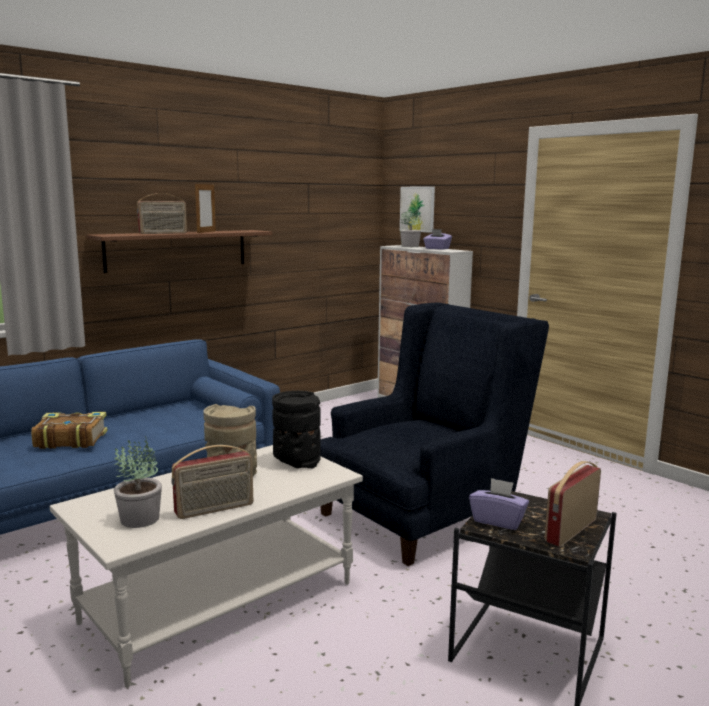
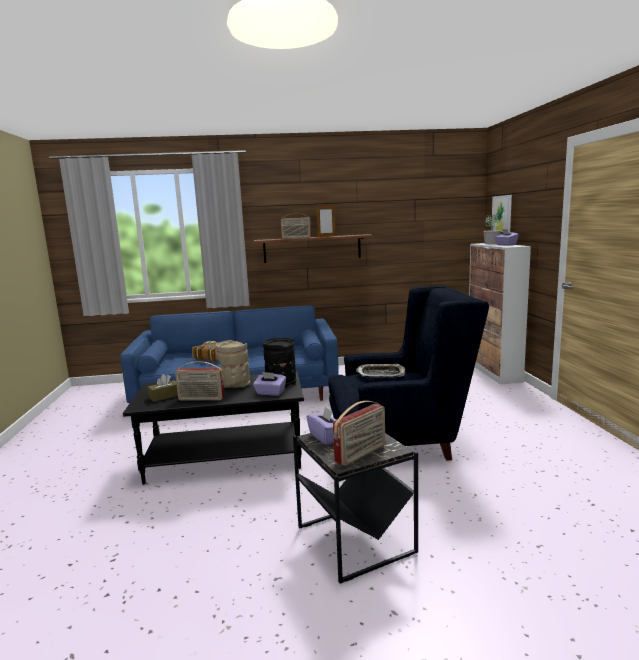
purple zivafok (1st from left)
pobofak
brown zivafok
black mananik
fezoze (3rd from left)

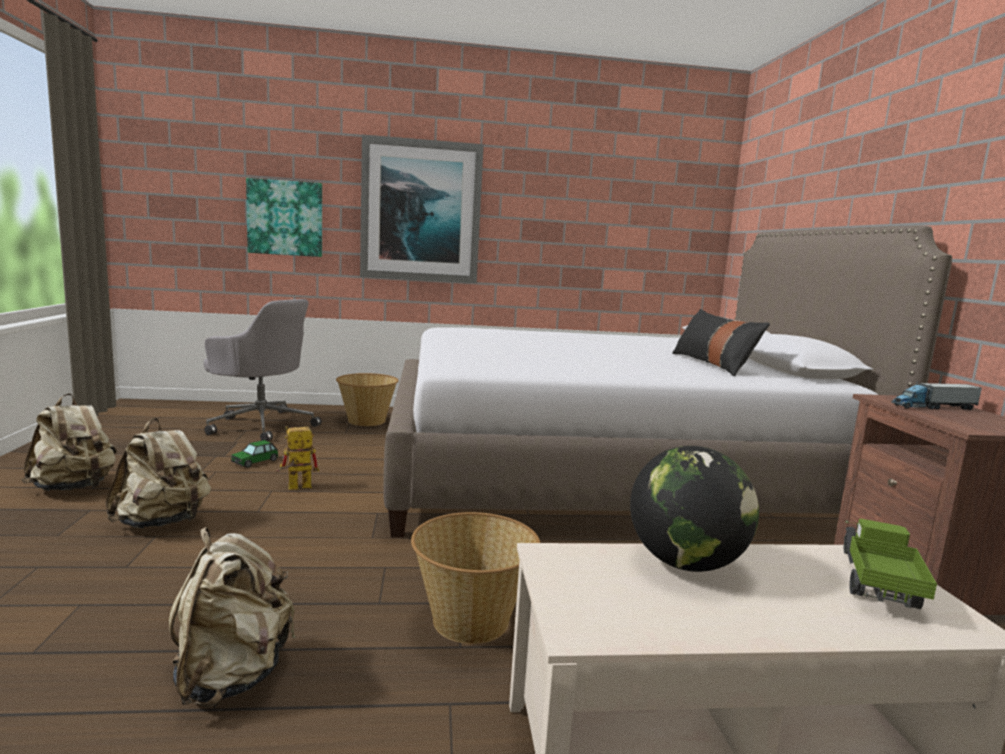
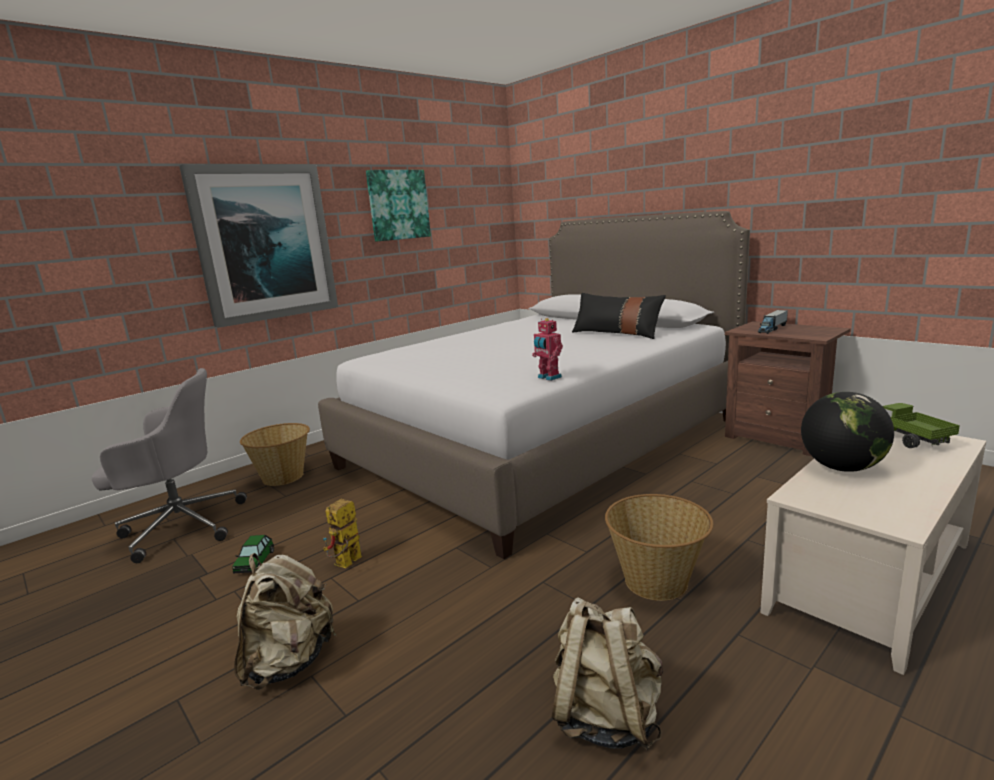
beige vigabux (1st from left in the first image)
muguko (2nd from left)
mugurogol (2nd from left)

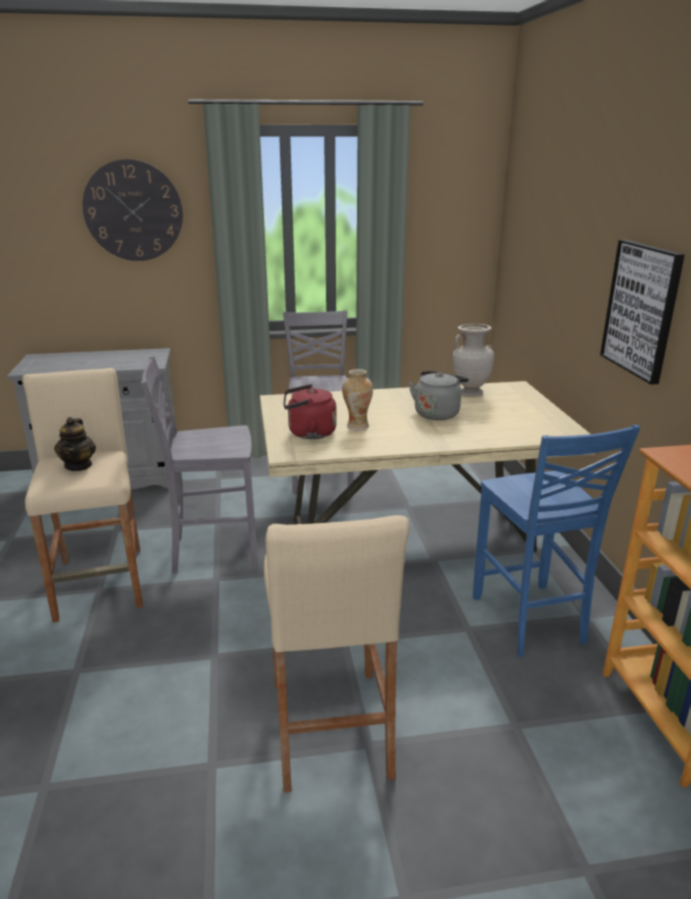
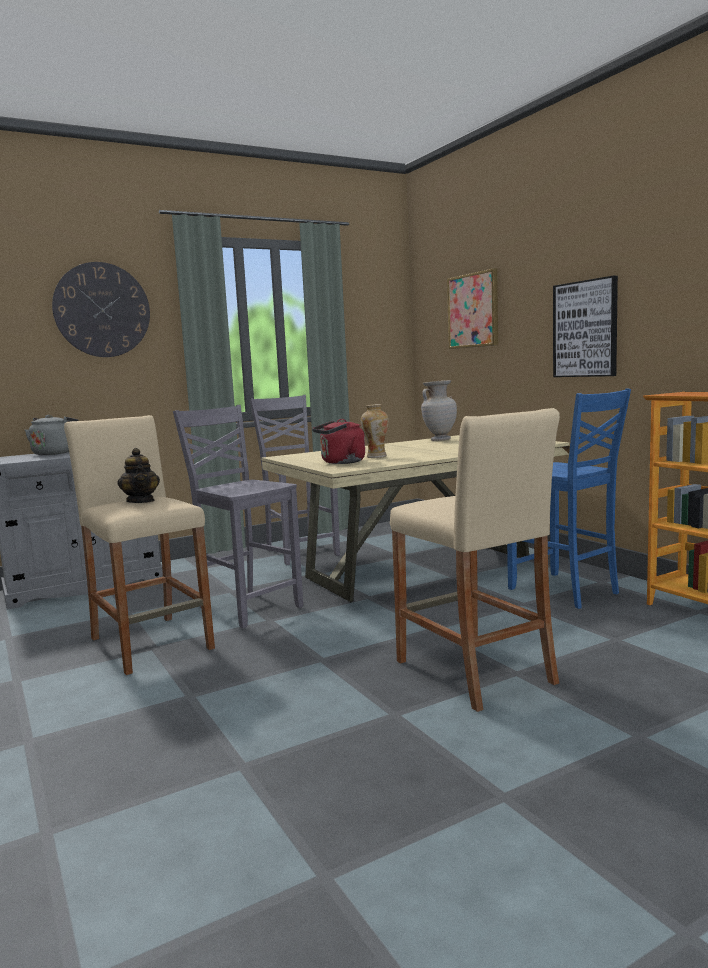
mugurogol (1st from left)
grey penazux
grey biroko (1st from left)

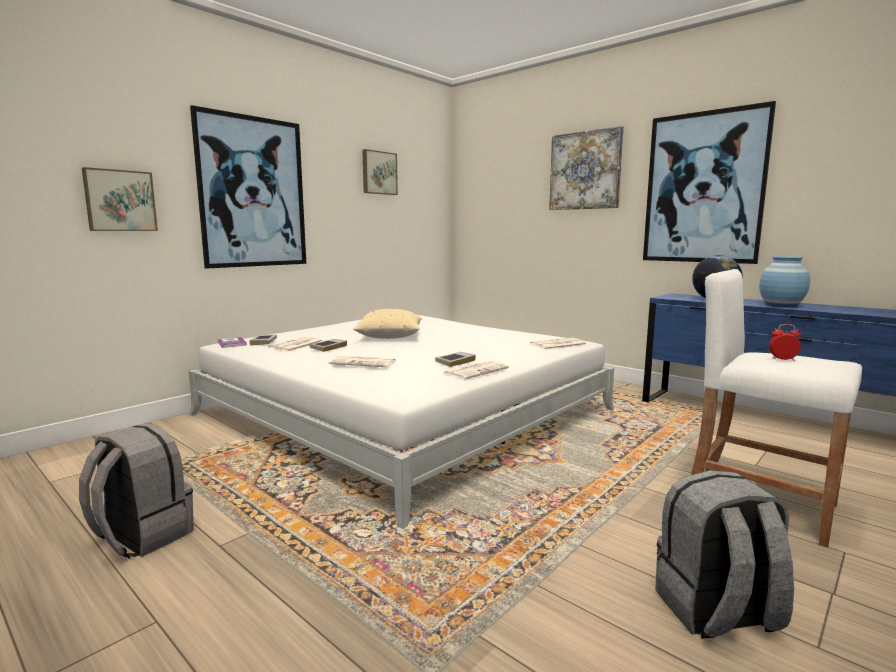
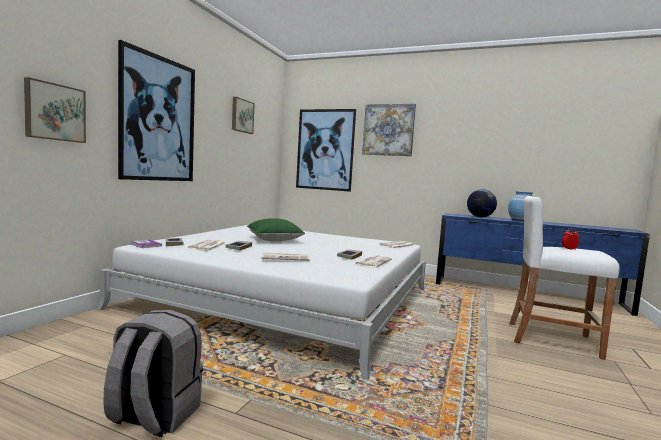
grey vigabux (2nd from left in the first image)
mugurogol (4th from left)
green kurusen

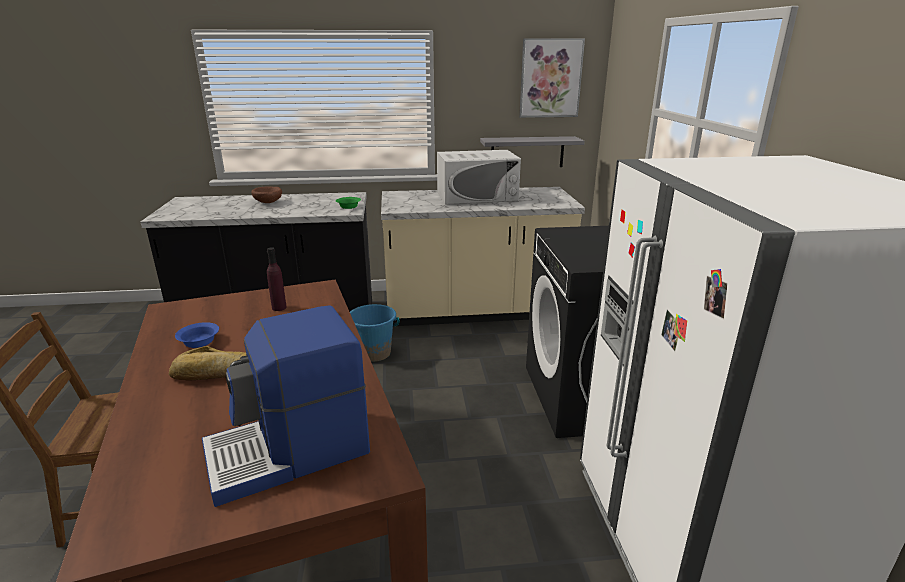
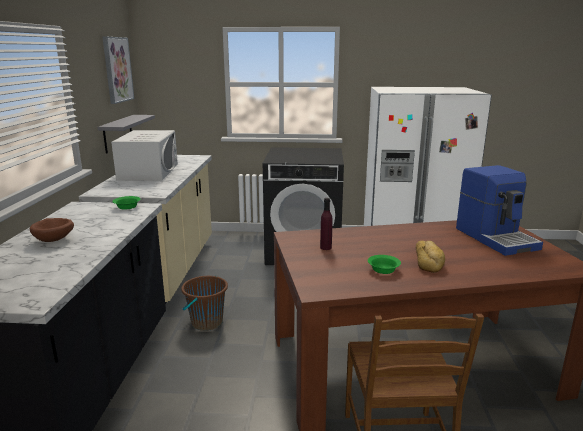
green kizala (2nd from left)
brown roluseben

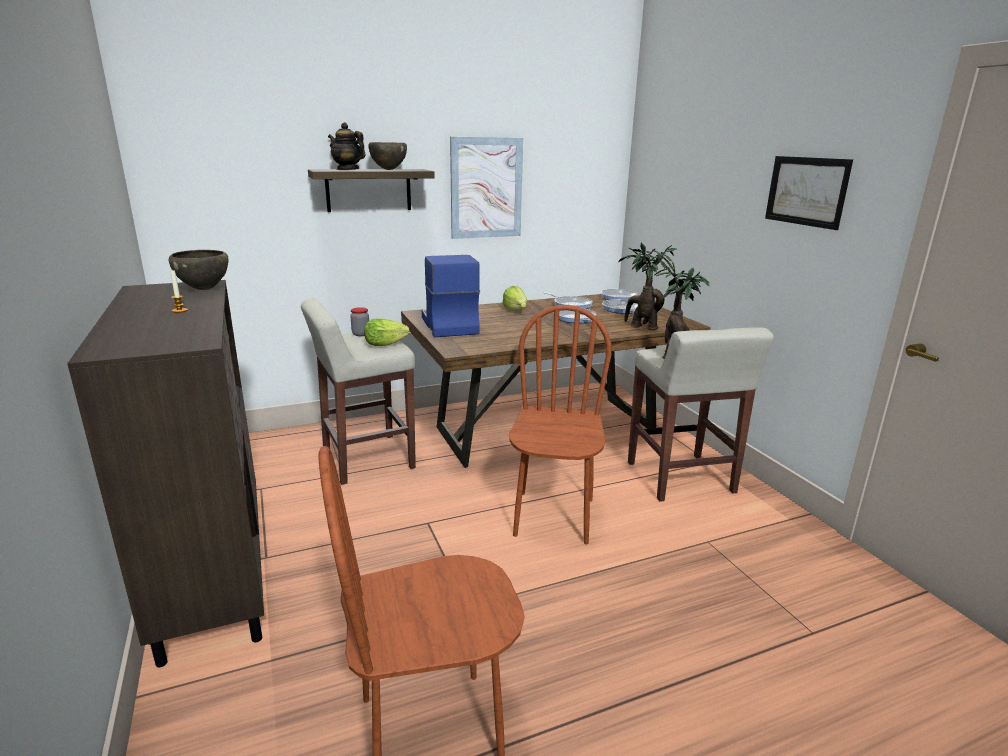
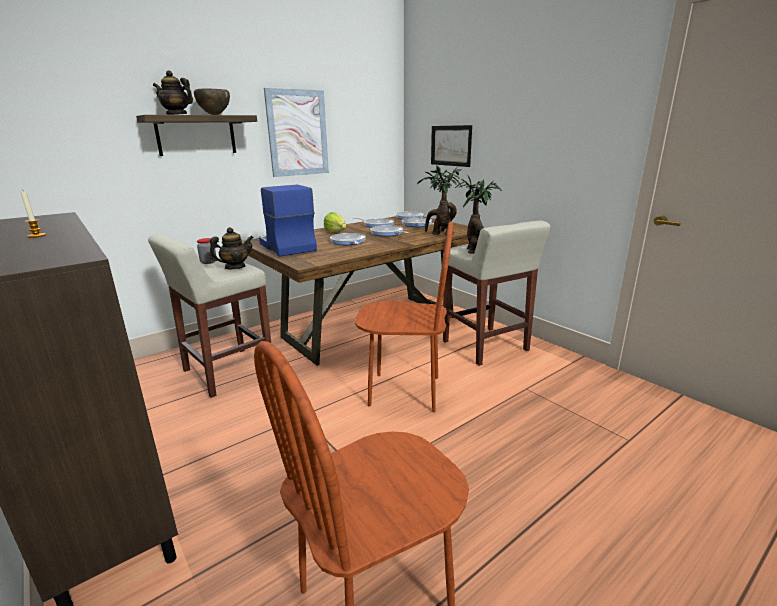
brown kizala (1st from left in the first image)
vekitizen (1st from left)
mugurogol (2nd from left)
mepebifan (2nd from left)
brown biroko (2nd from left)

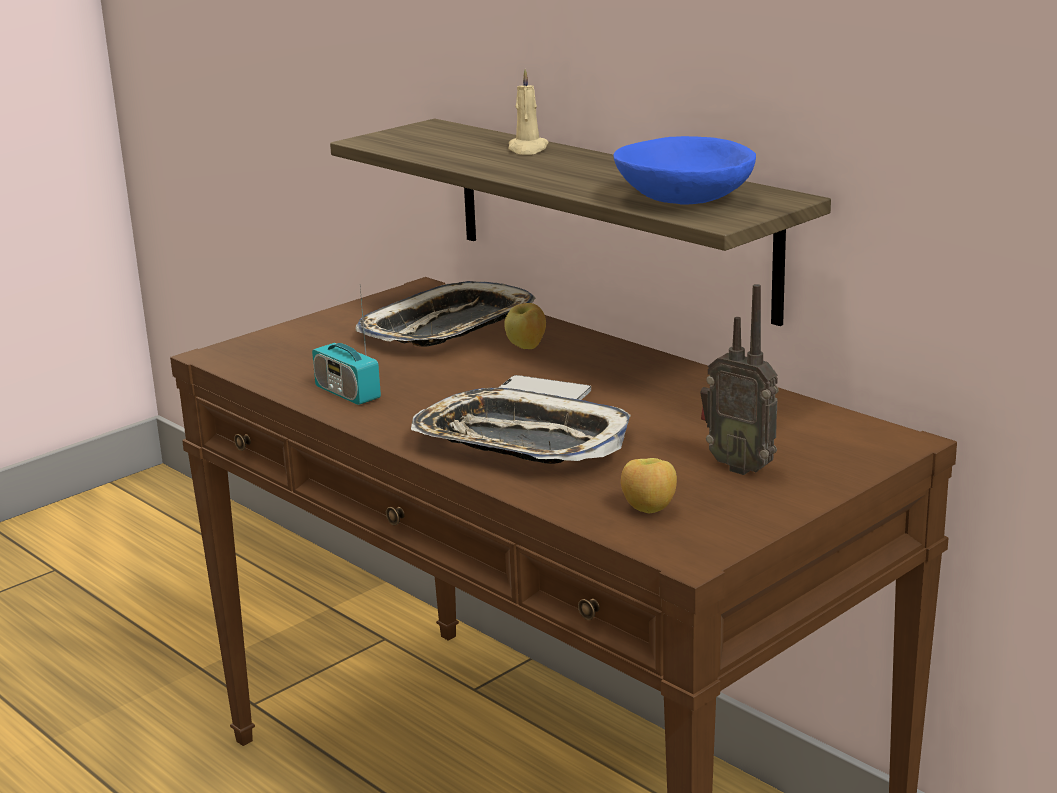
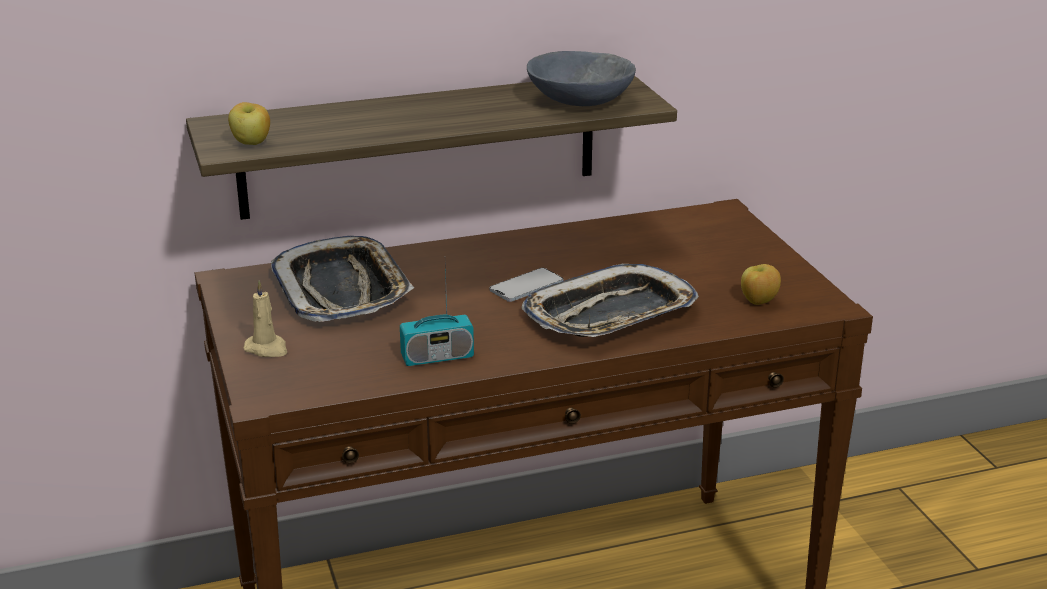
fezoze (2nd from left in the first image)
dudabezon (1st from left)
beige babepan
grey kizala

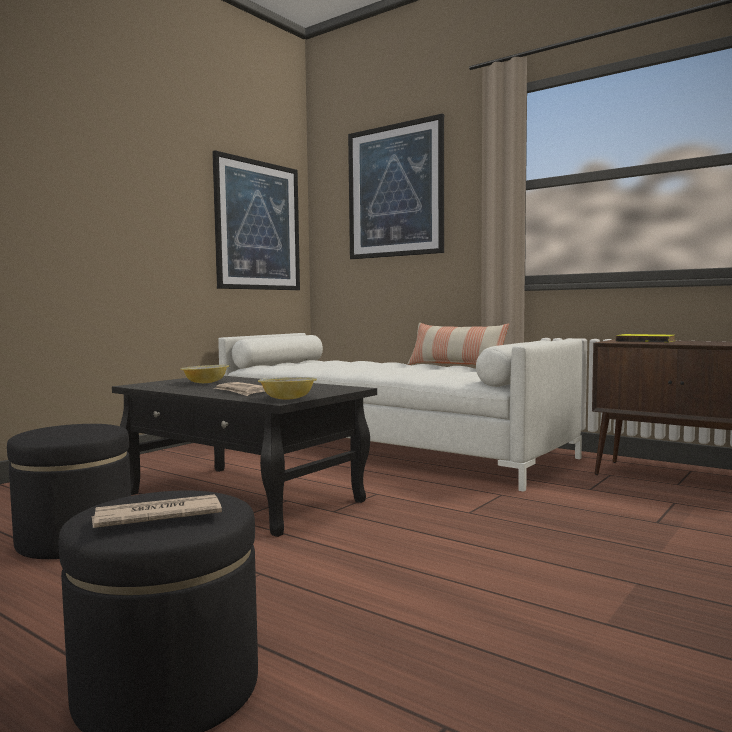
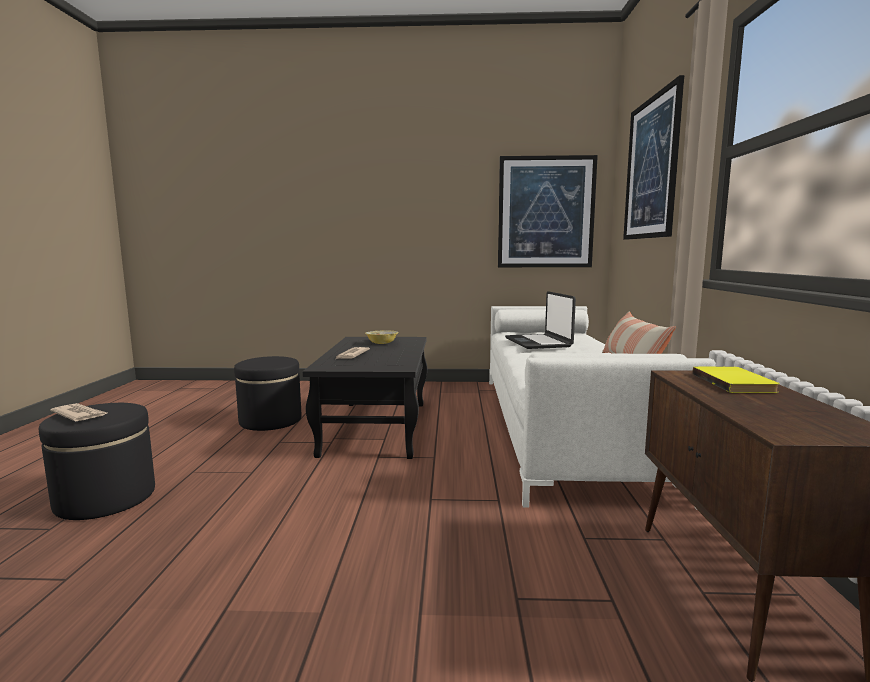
kizala (2nd from left in the first image)
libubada

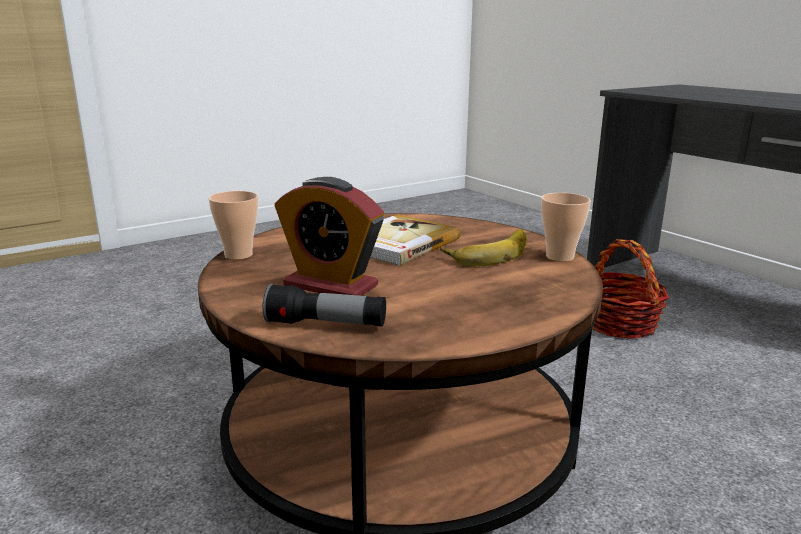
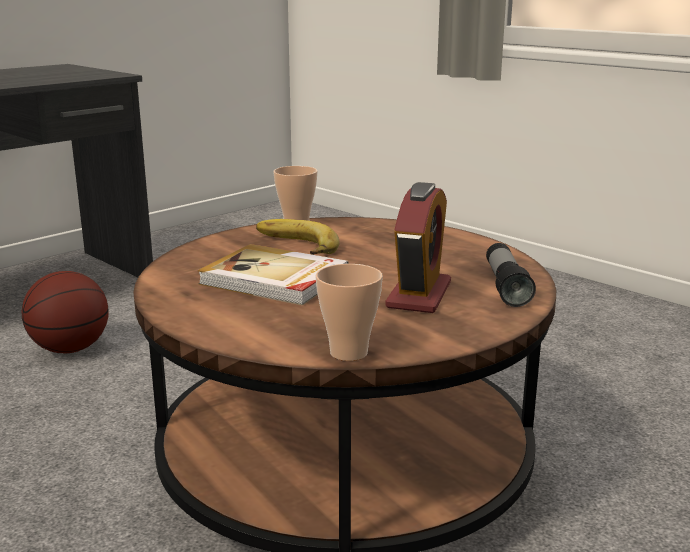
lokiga

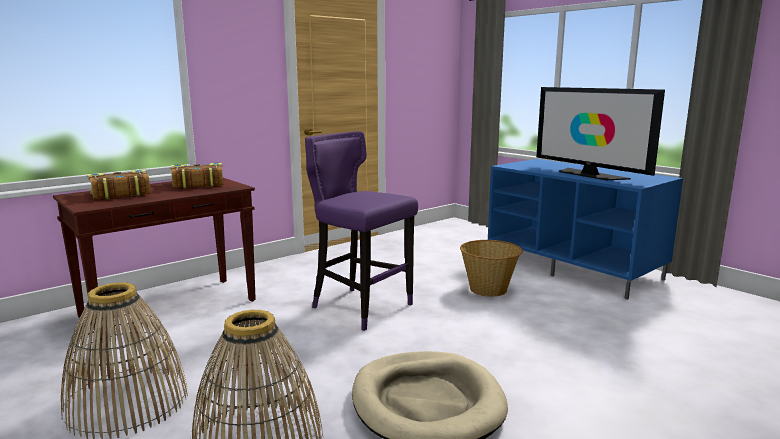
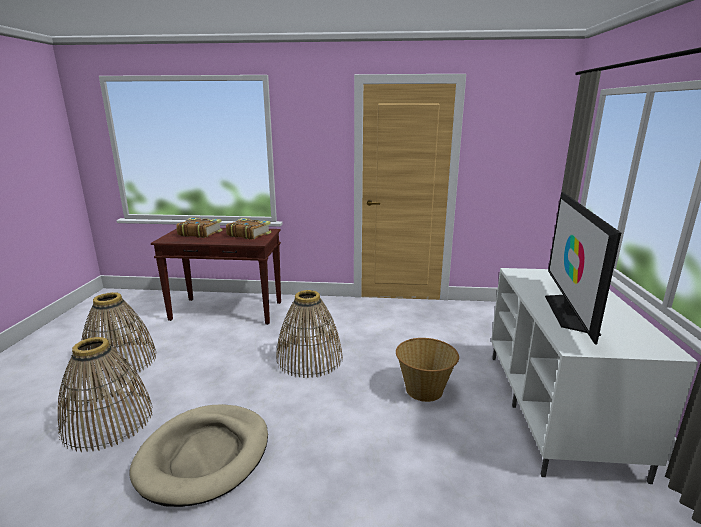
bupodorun (3rd from left)
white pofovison

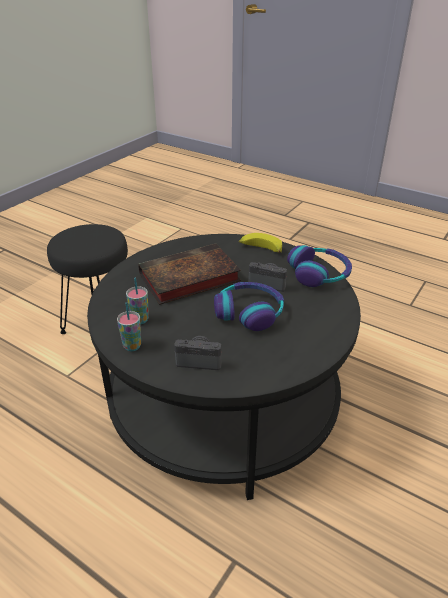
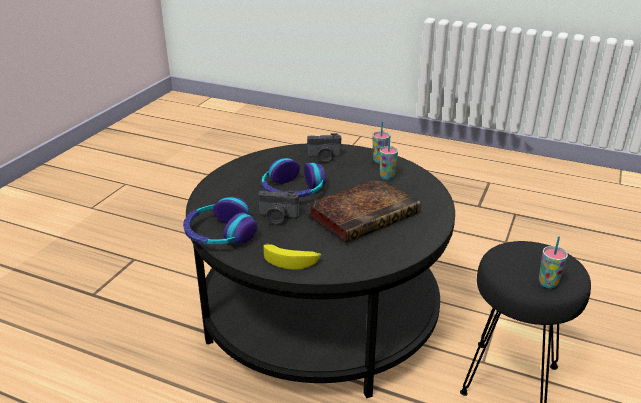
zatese (3rd from left)

